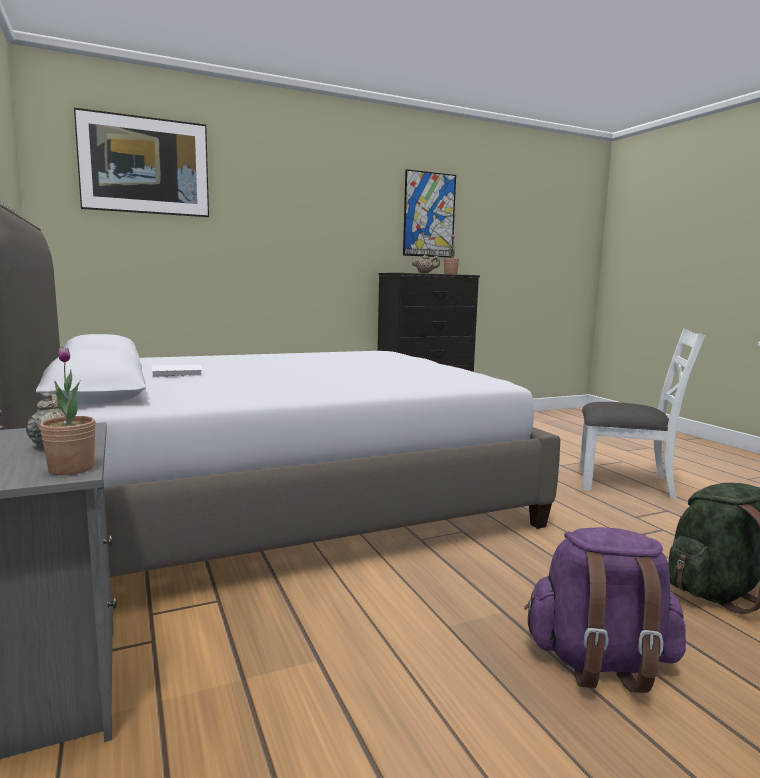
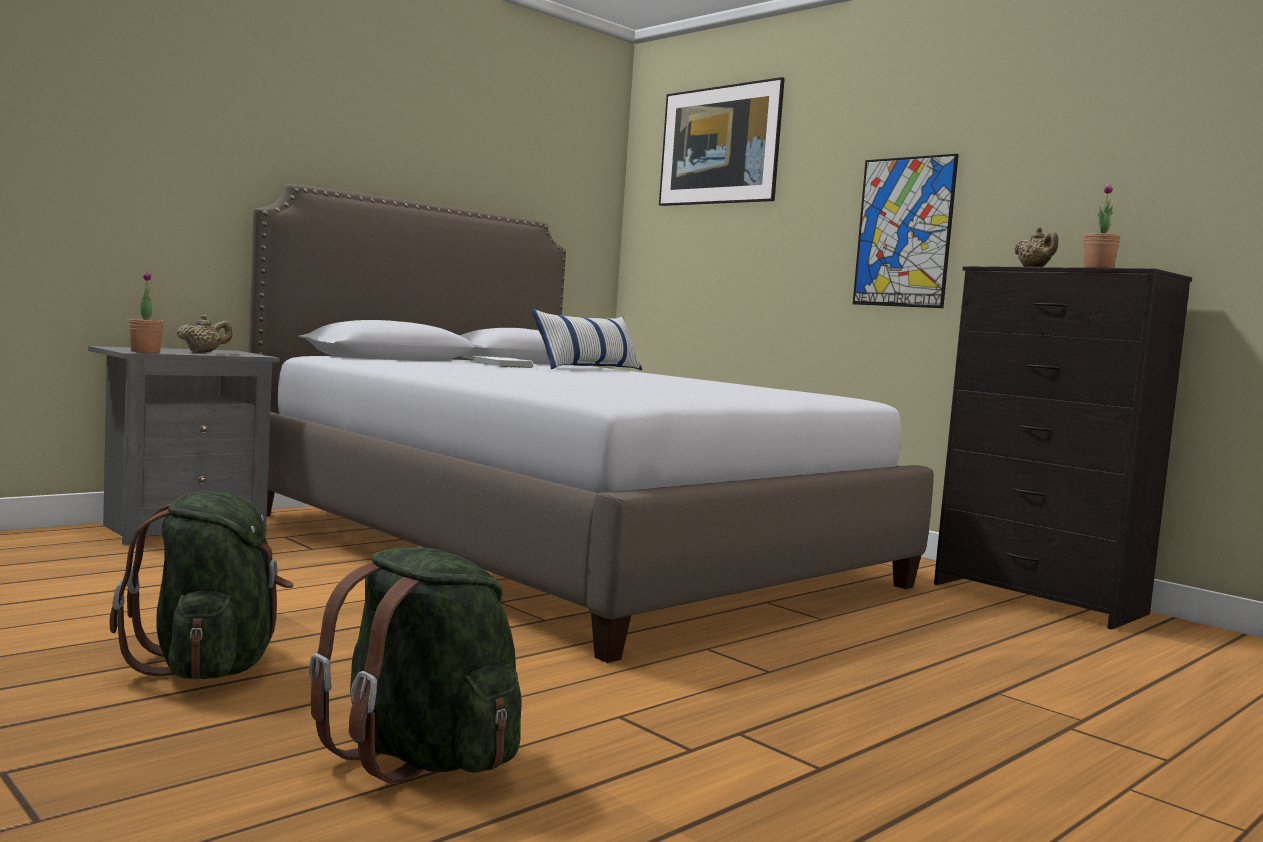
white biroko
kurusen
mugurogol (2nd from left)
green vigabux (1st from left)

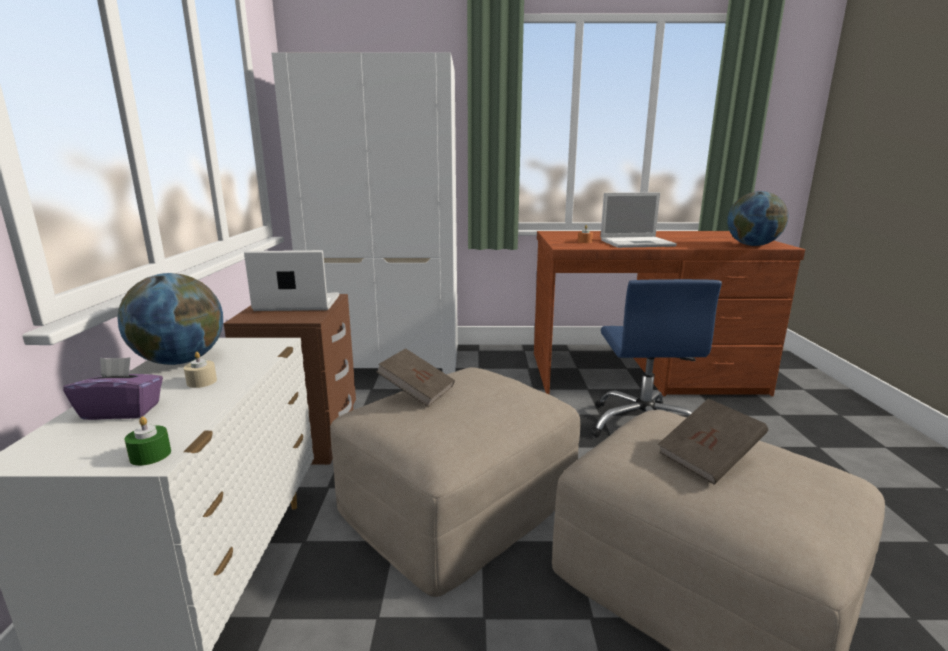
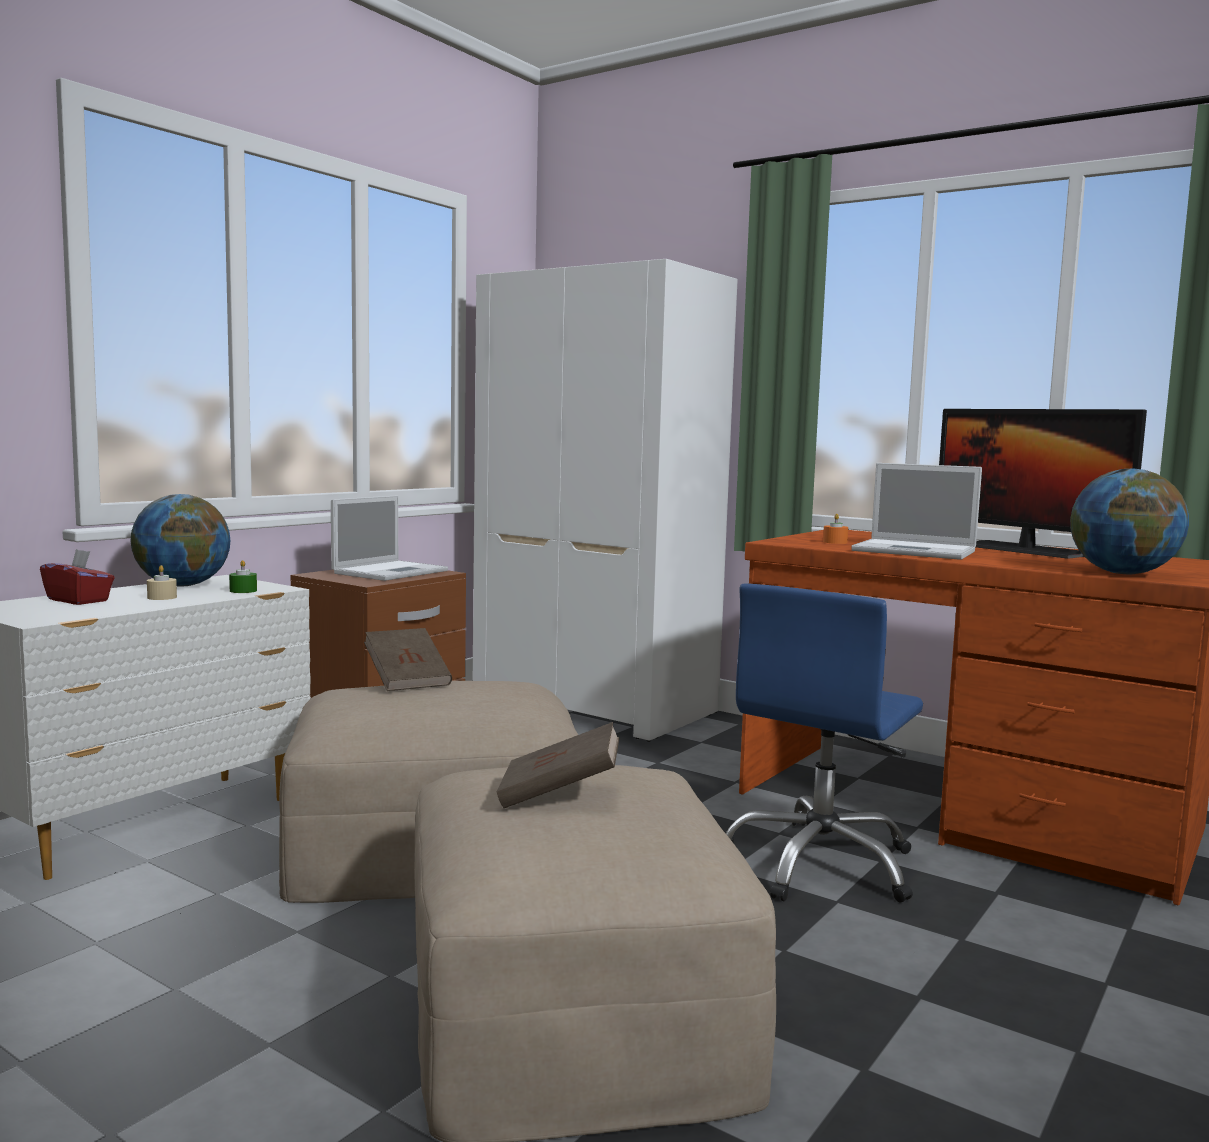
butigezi
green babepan
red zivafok
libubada (1st from left)

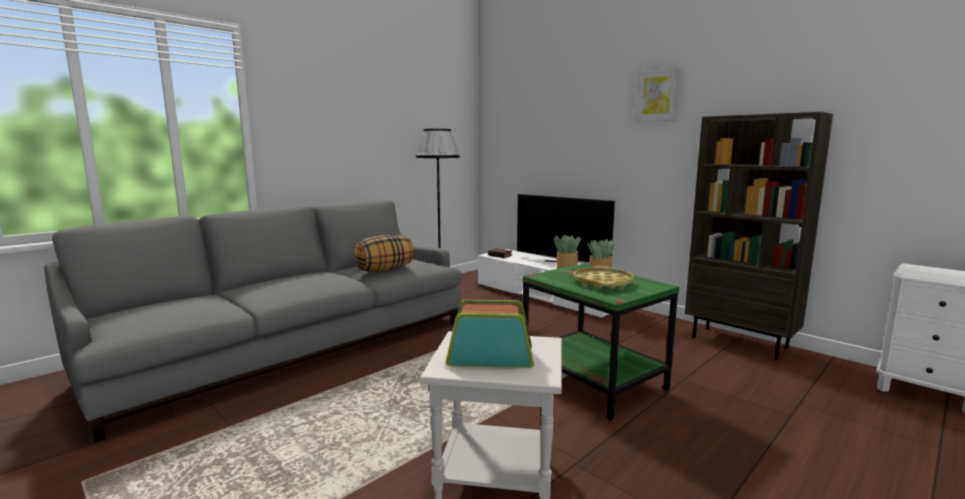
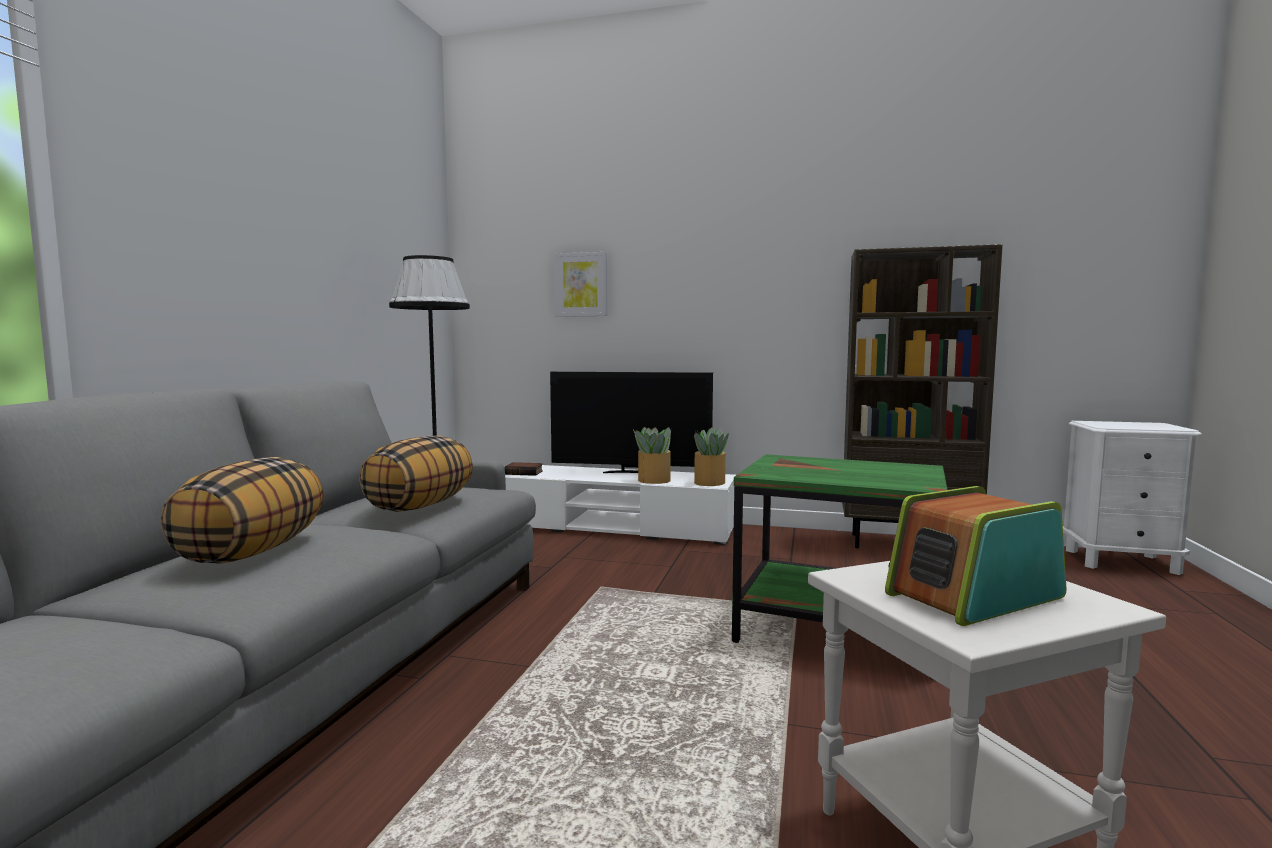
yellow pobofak
kurusen (1st from left)
mugurogol

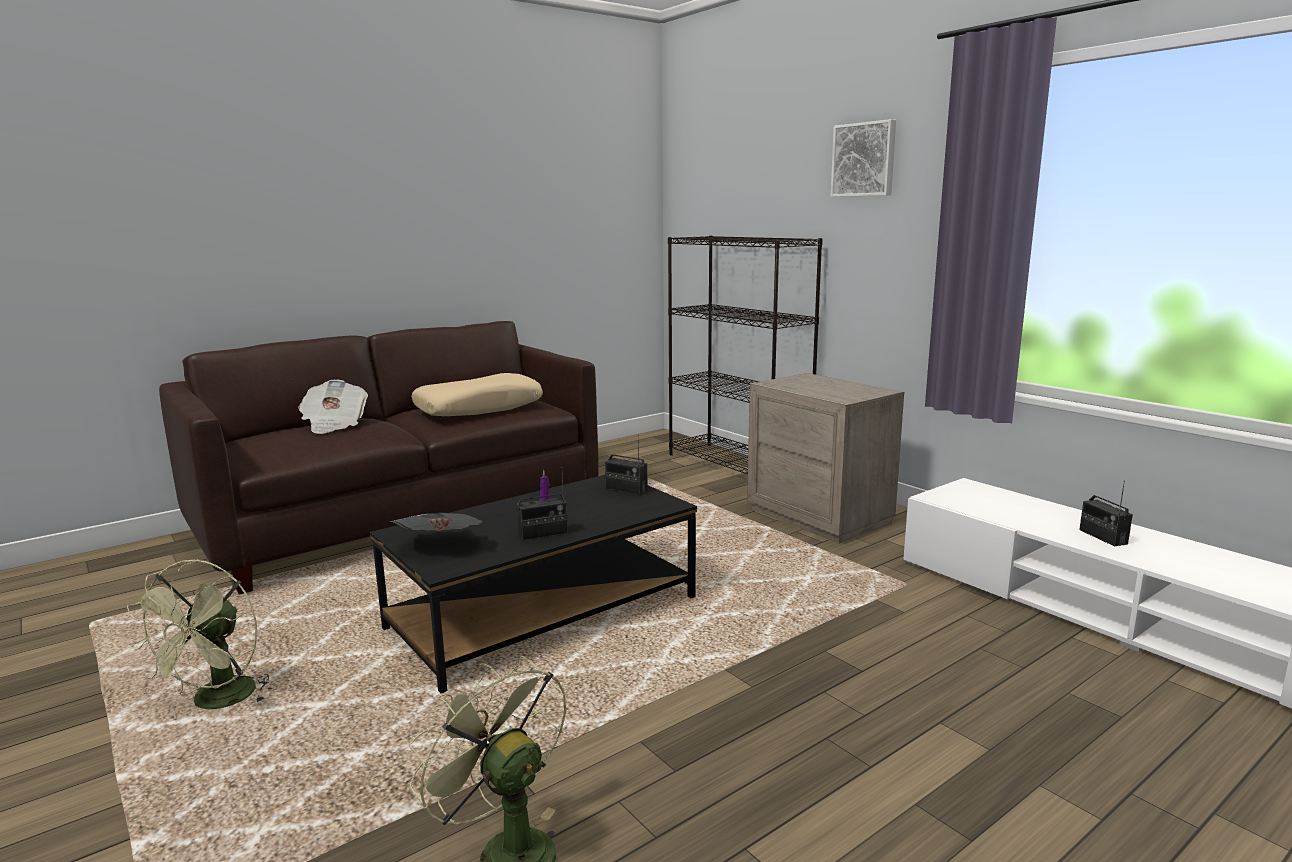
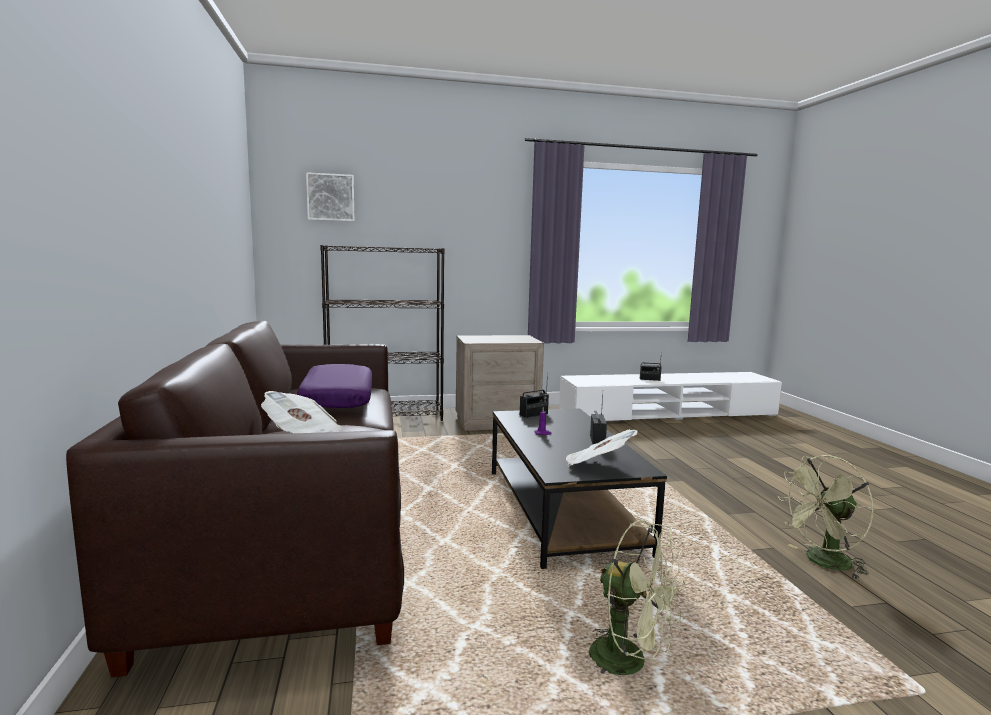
mugurogol
purple kurusen

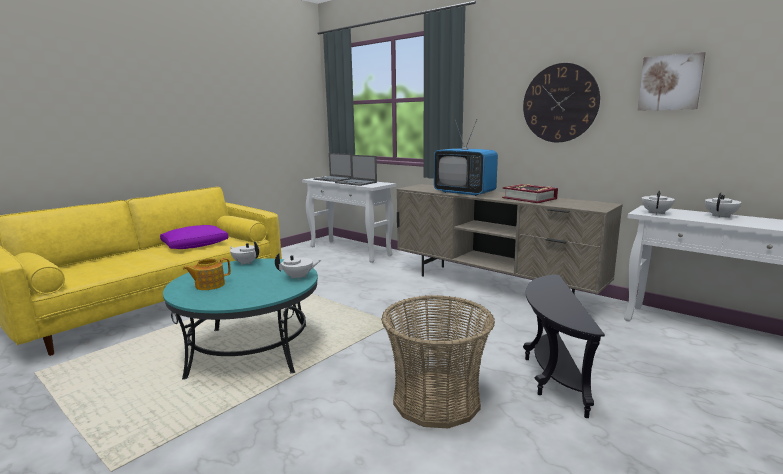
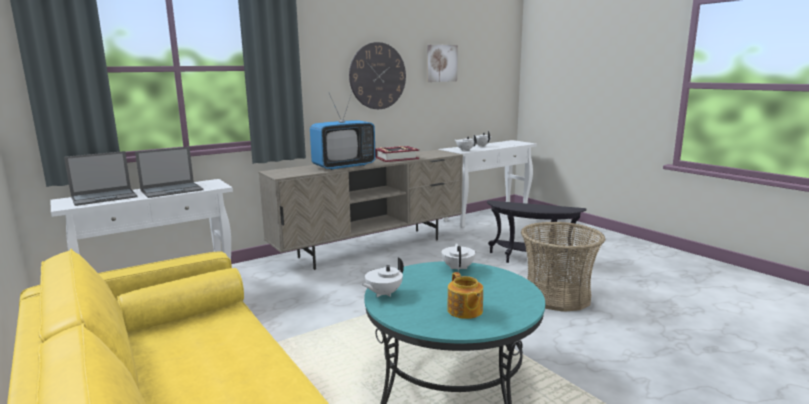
purple kurusen

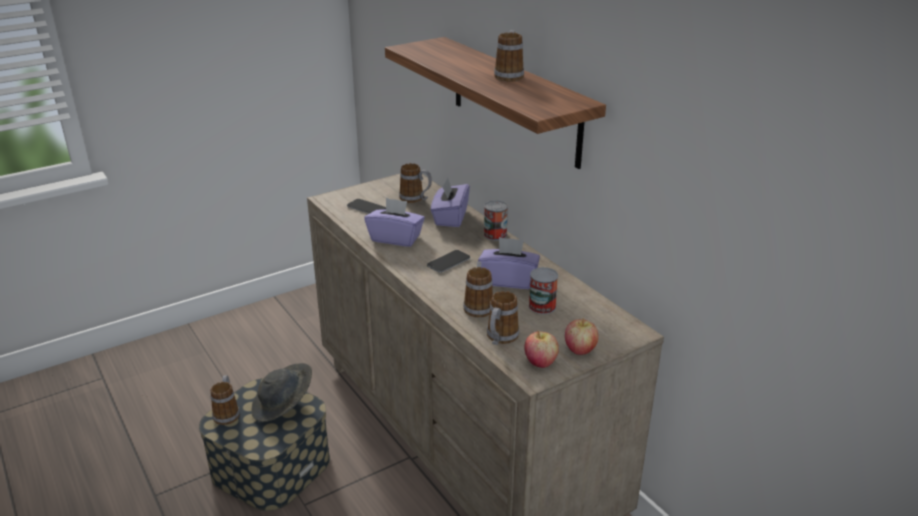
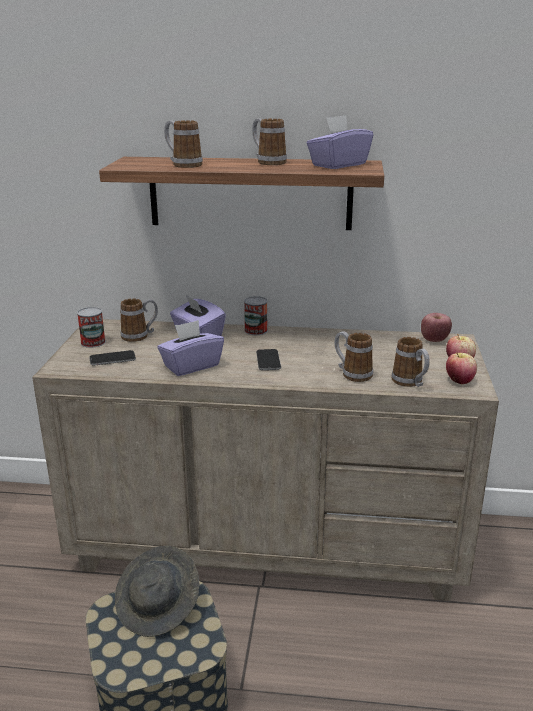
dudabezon (1st from left)
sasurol (2nd from left)
purple zivafok (3rd from left)
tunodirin (1st from left)

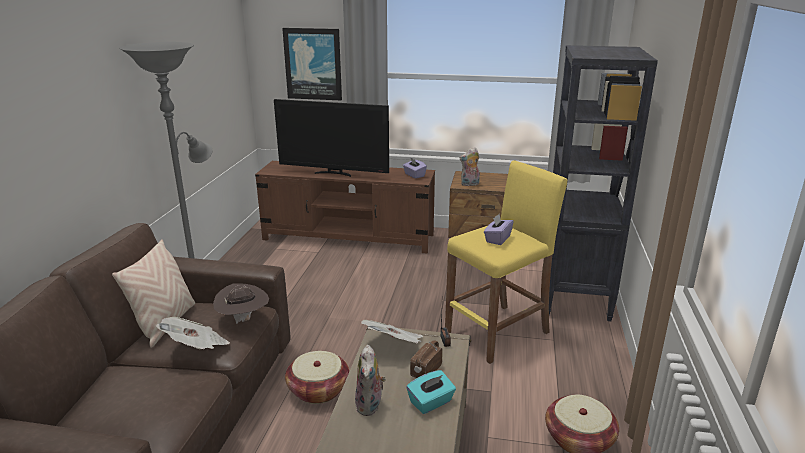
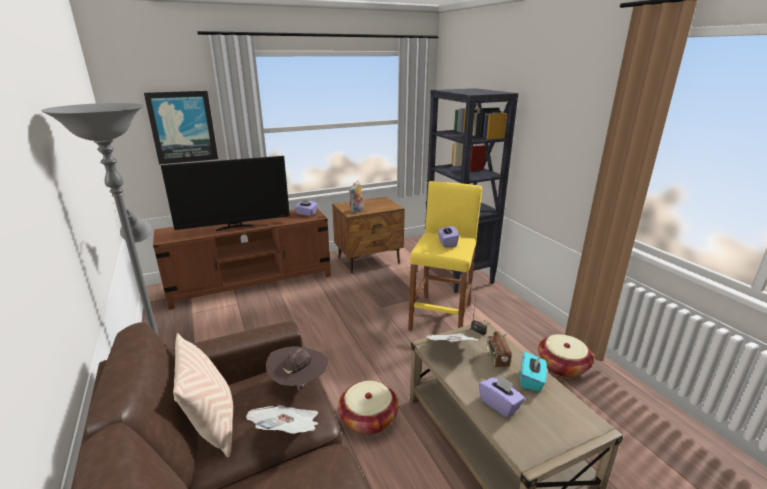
purple zivafok (3rd from left)

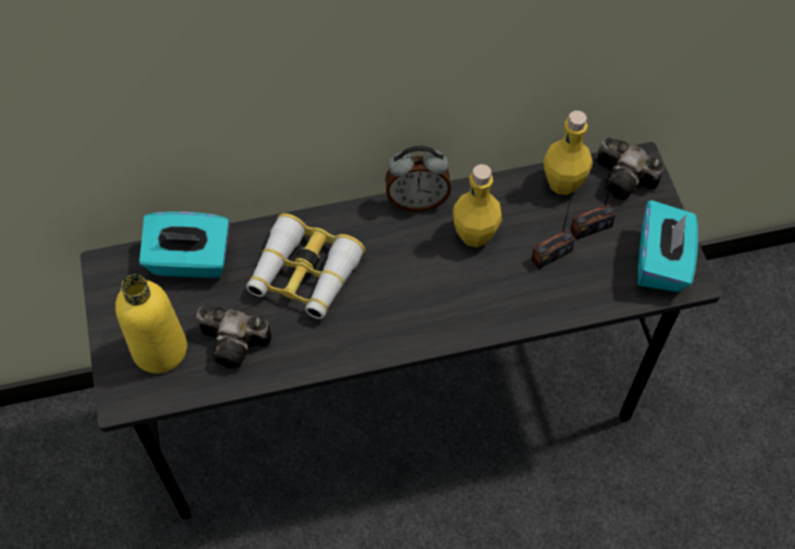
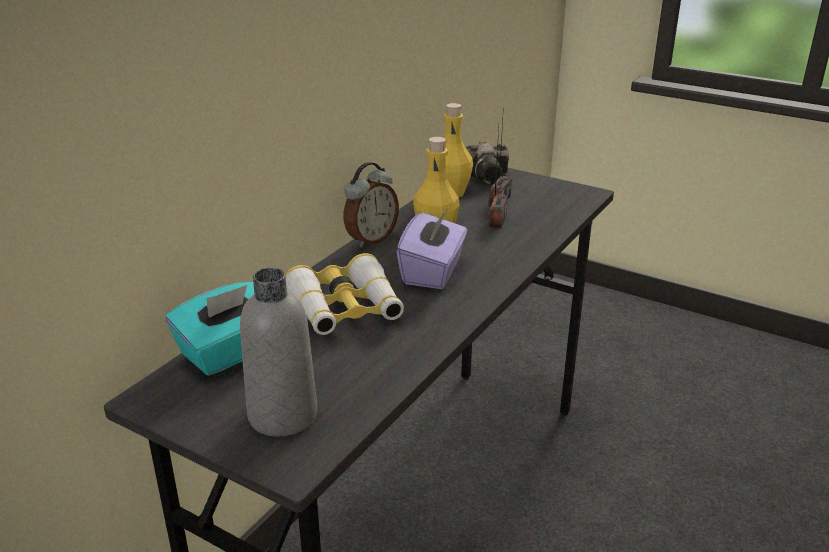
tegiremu (1st from left in the first image)
turquoise zivafok (2nd from left in the first image)
purple zivafok
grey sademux

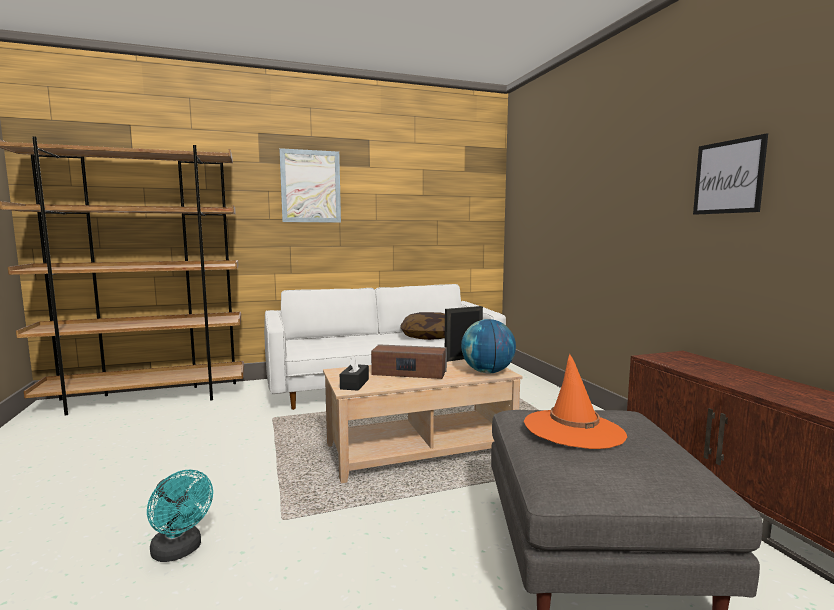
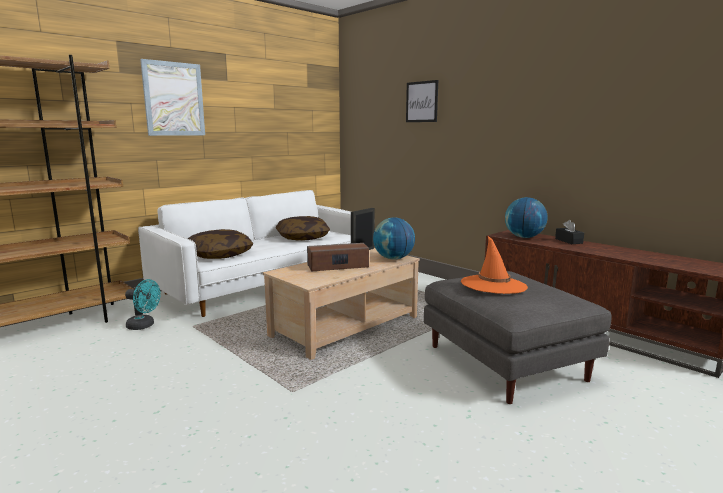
kurusen (1st from left)
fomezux (2nd from left)
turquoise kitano
black zivafok
mugurogol (2nd from left)

